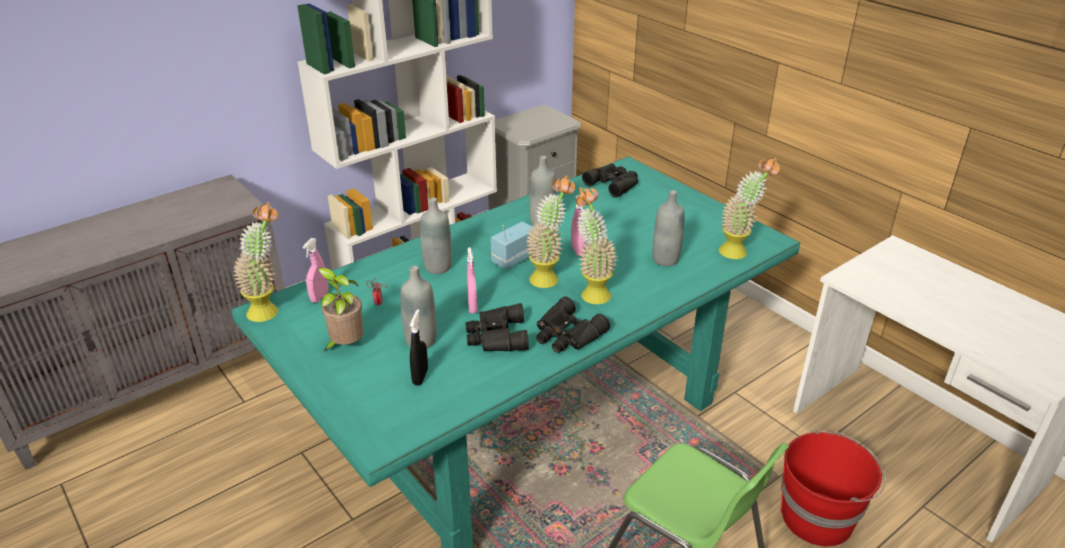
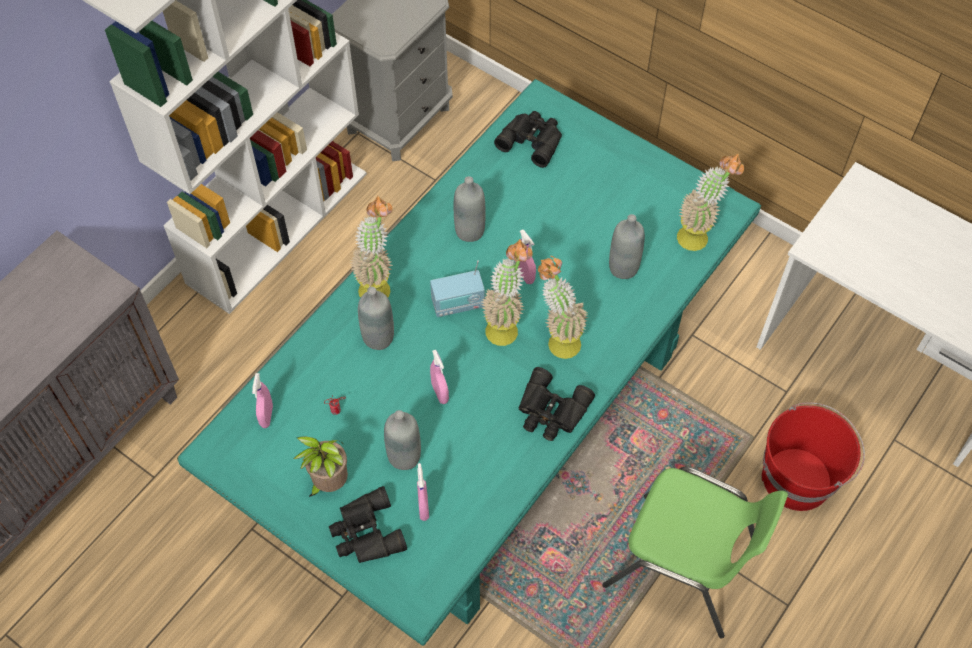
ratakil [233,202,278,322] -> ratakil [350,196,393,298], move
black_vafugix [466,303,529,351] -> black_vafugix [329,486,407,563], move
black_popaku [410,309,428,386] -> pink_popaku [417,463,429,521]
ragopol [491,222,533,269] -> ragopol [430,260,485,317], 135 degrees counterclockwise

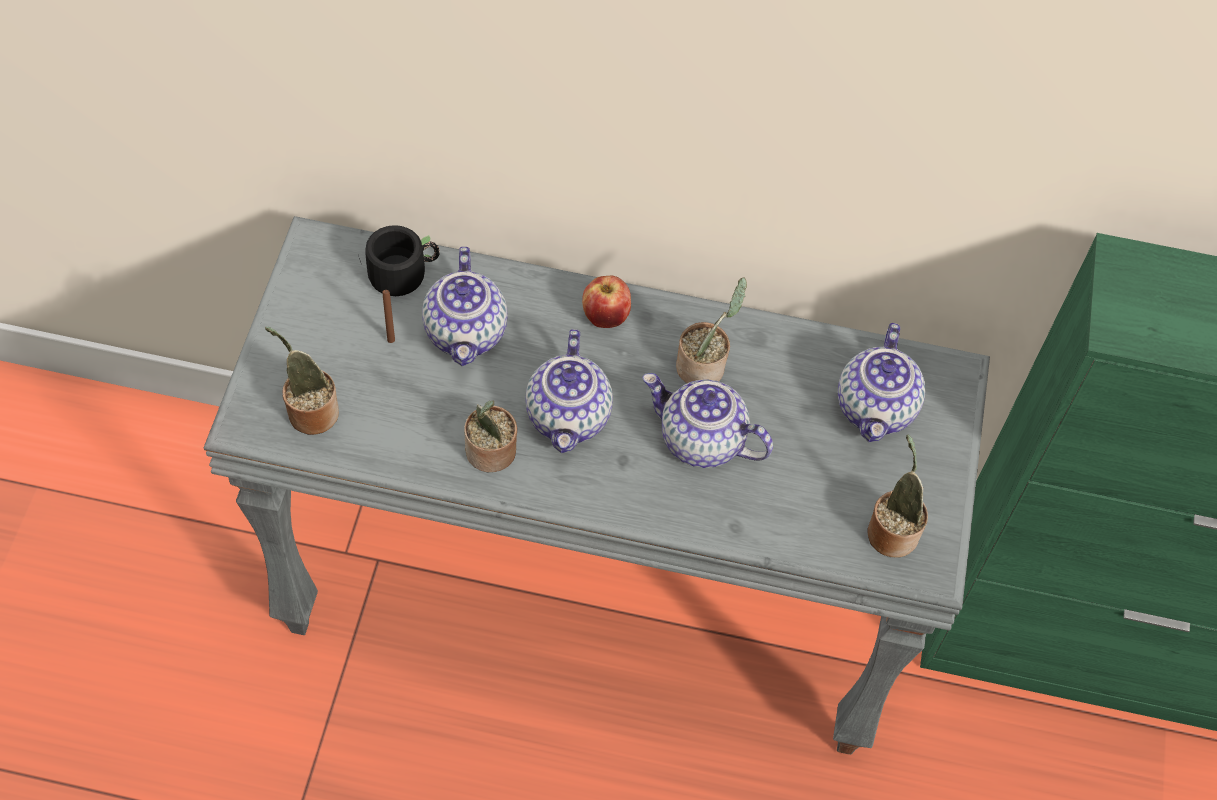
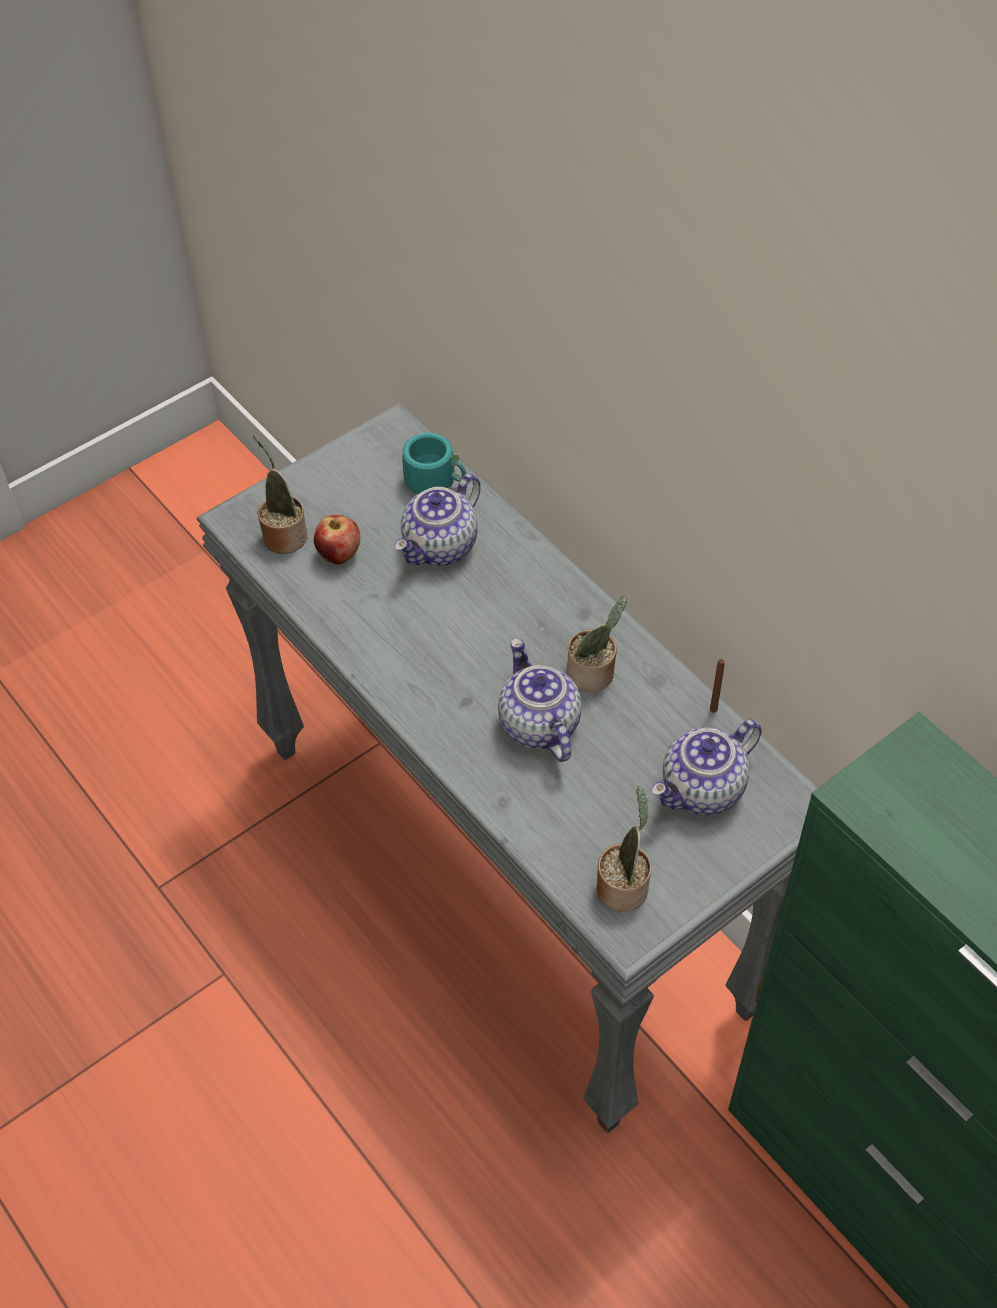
ratakil [464,401,517,472] -> none
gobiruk [525,329,613,453] -> none
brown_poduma [383,290,395,343] -> brown_poduma [710,659,725,713], move
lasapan [582,276,631,328] -> lasapan [314,515,360,564], move
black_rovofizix [358,225,440,296] -> turquoise_rovofizix [403,433,466,494]

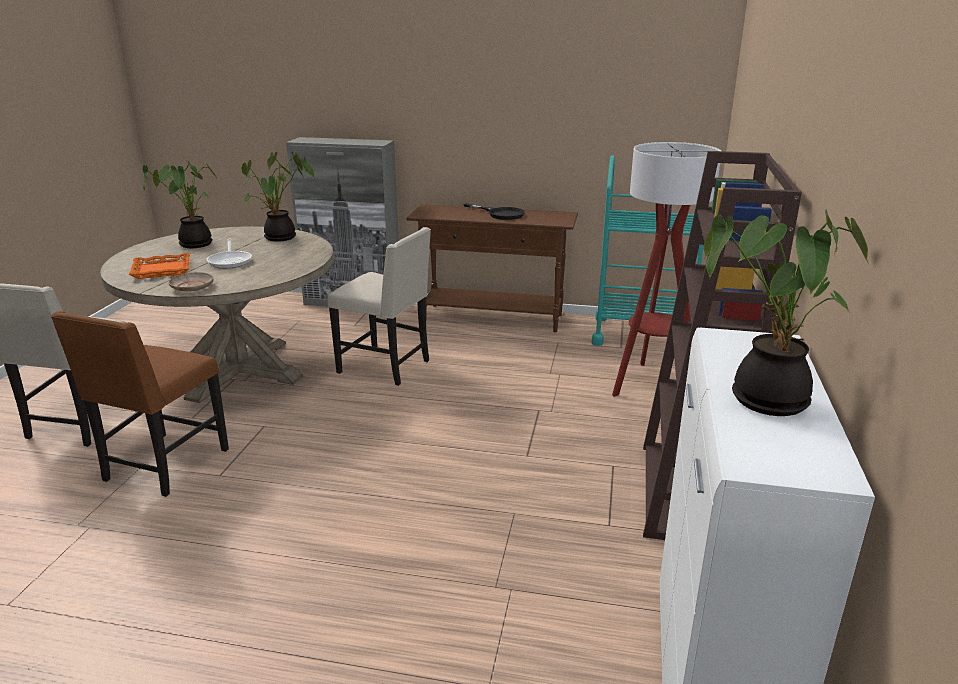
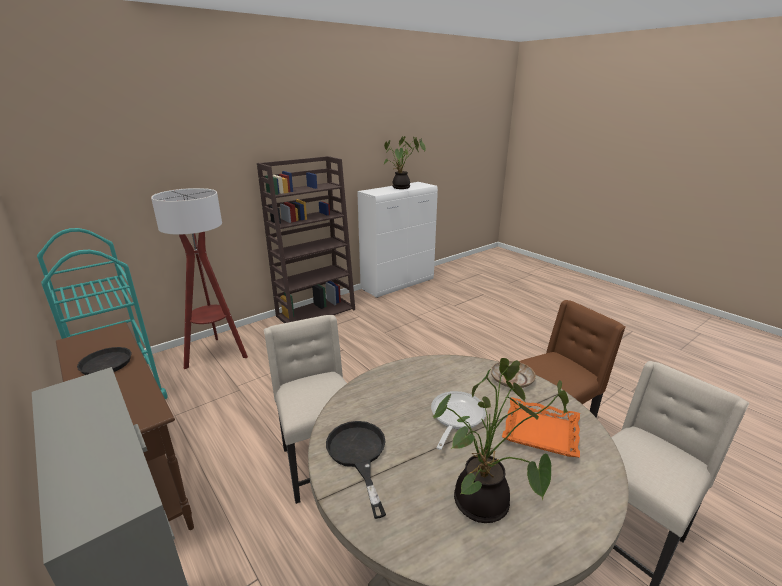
ratakil [241,152,315,242] -> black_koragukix [326,421,386,519]

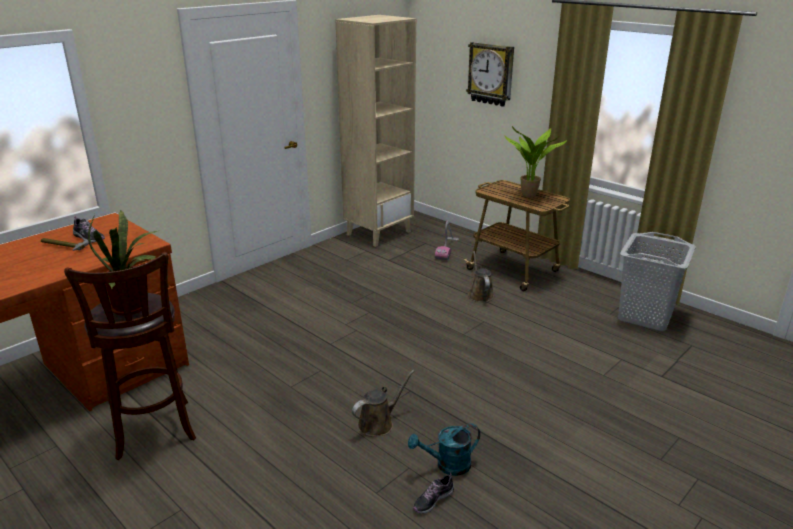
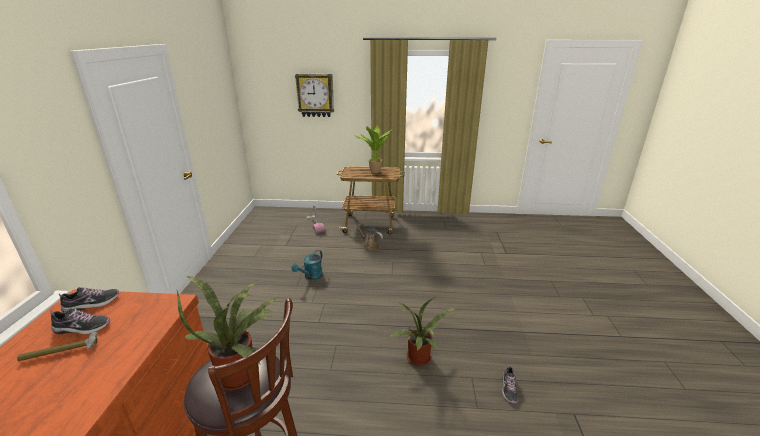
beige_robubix [335,15,416,247] -> none
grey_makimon [618,232,696,331] -> none
none -> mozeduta [59,287,119,313]
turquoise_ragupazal [408,423,480,476] -> turquoise_ragupazal [292,250,323,280], move
brown_ragupazal [352,370,415,437] -> ratakil [389,297,456,366]

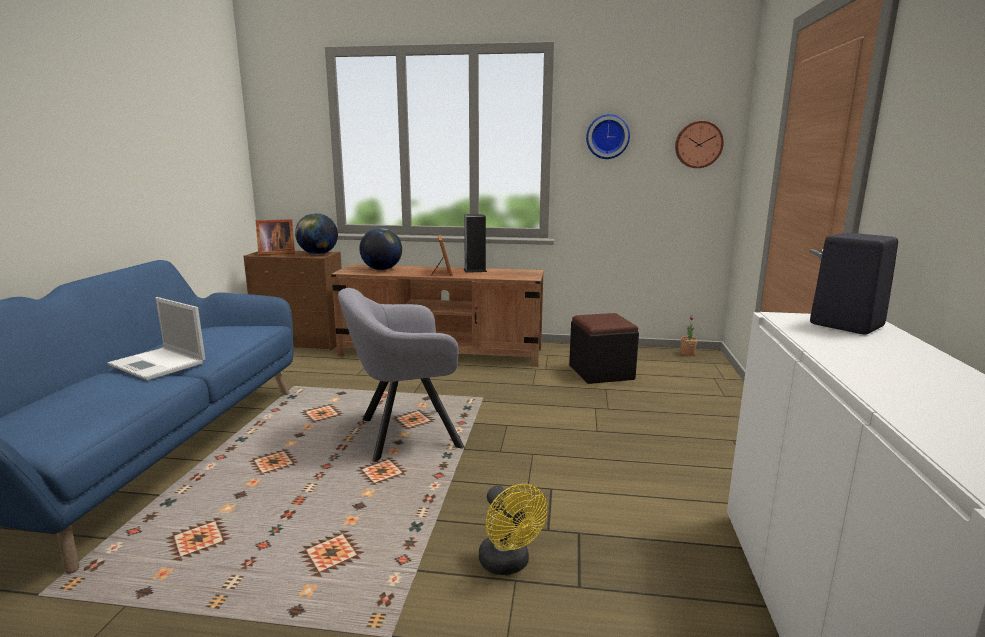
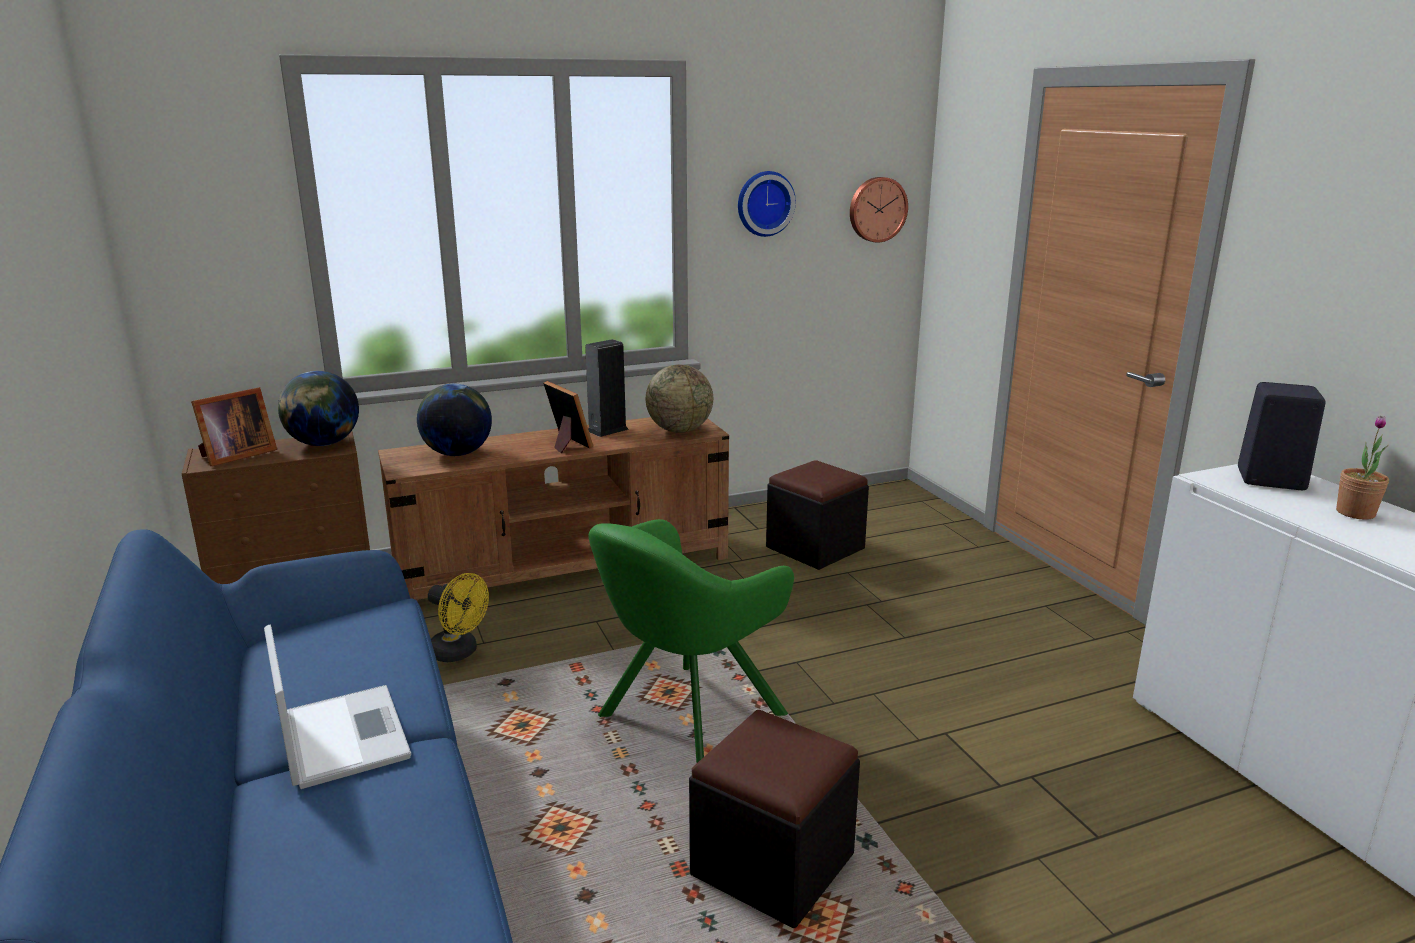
none -> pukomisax [646,364,713,433]
none -> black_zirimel [689,710,860,928]
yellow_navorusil [479,484,548,575] -> yellow_navorusil [428,573,489,662], move
ratakil [680,315,698,356] -> ratakil [1336,415,1389,520], move
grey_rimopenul [338,288,465,462] -> green_rimopenul [588,519,794,763]
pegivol [108,297,205,380] -> pegivol [264,625,411,789], 120 degrees counterclockwise

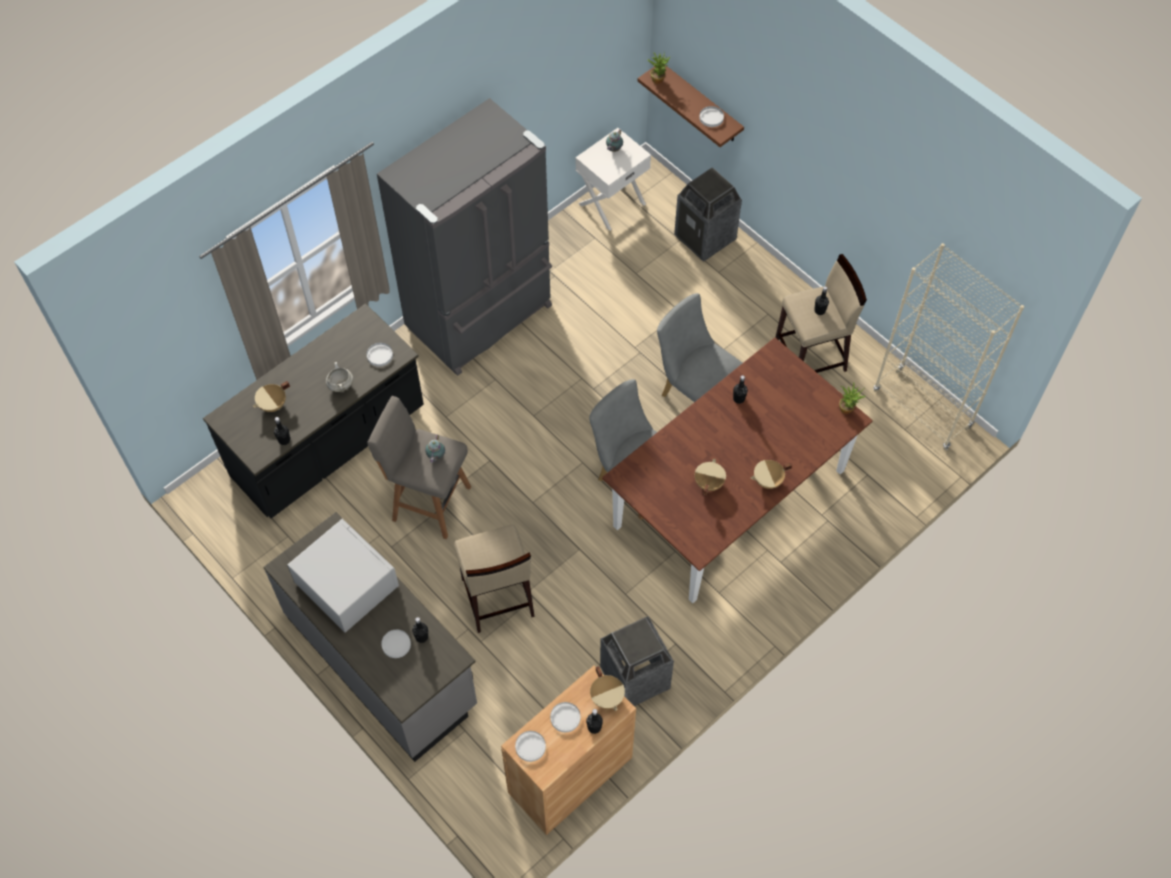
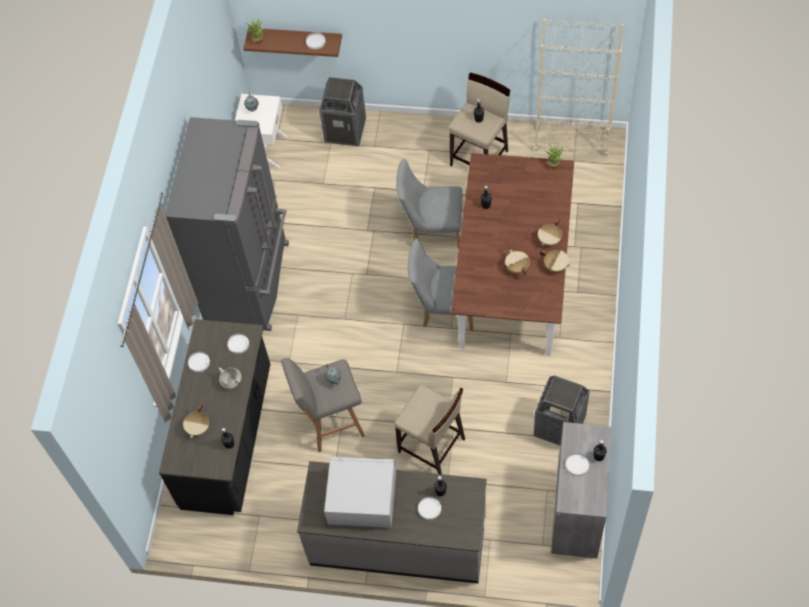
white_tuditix [515,731,546,762] -> white_tuditix [188,351,210,372], move
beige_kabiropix [590,666,625,711] -> beige_kabiropix [540,250,571,272], move
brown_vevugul [501,666,636,835] -> grey_vevugul [551,422,612,558]

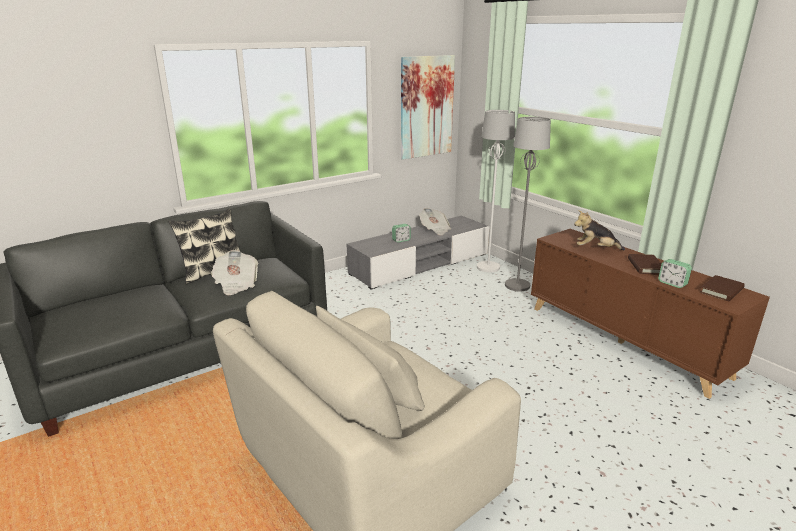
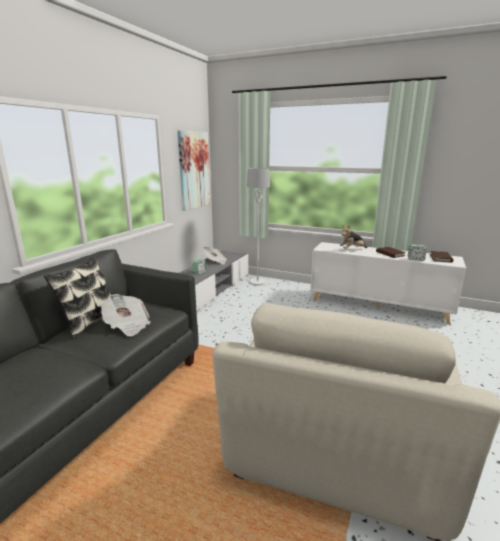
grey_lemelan [505,117,551,291] -> none
brown_vevugul [531,229,770,399] -> white_vevugul [310,242,466,325]

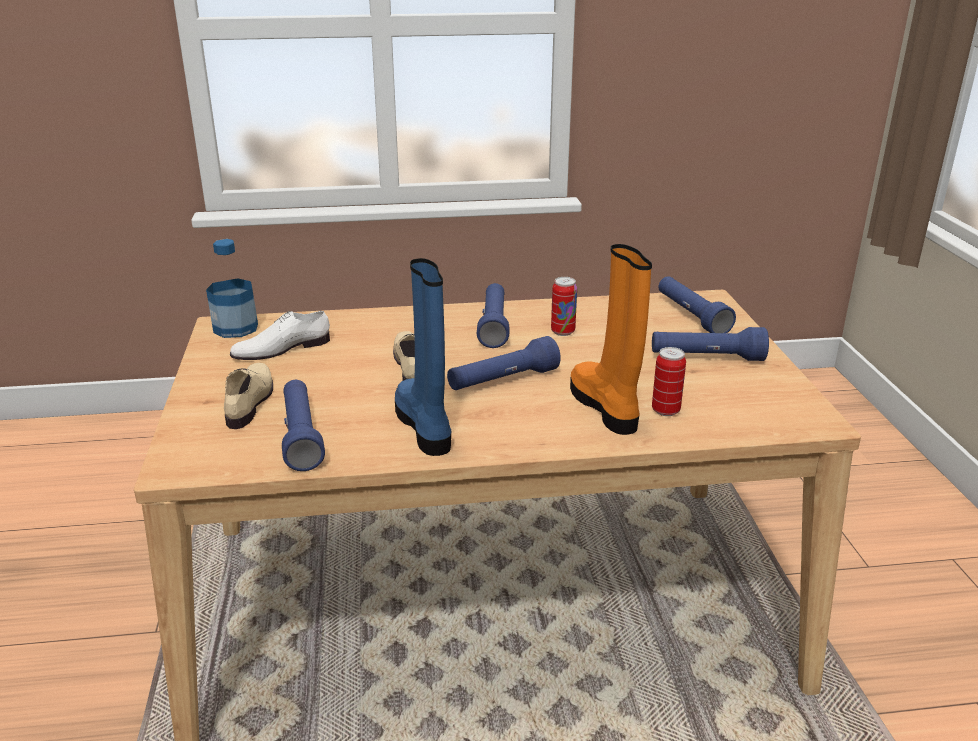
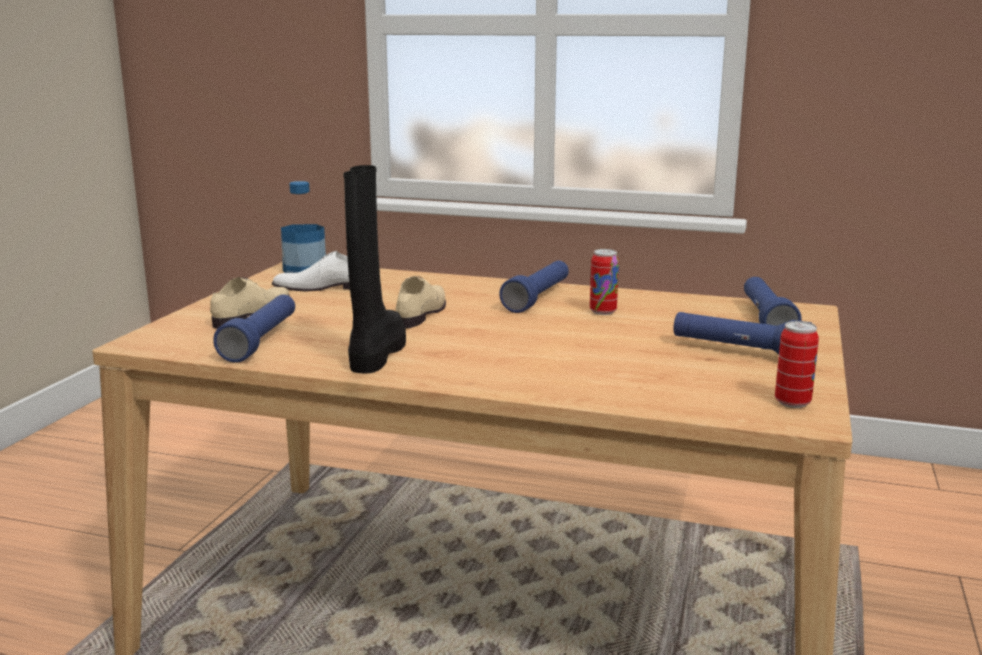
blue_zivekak [447,336,561,390] -> none
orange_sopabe [570,244,652,435] -> none
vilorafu [652,347,686,416] -> vilorafu [775,321,819,408], move
blue_sopabe [395,258,451,456] -> black_sopabe [343,165,406,373]

